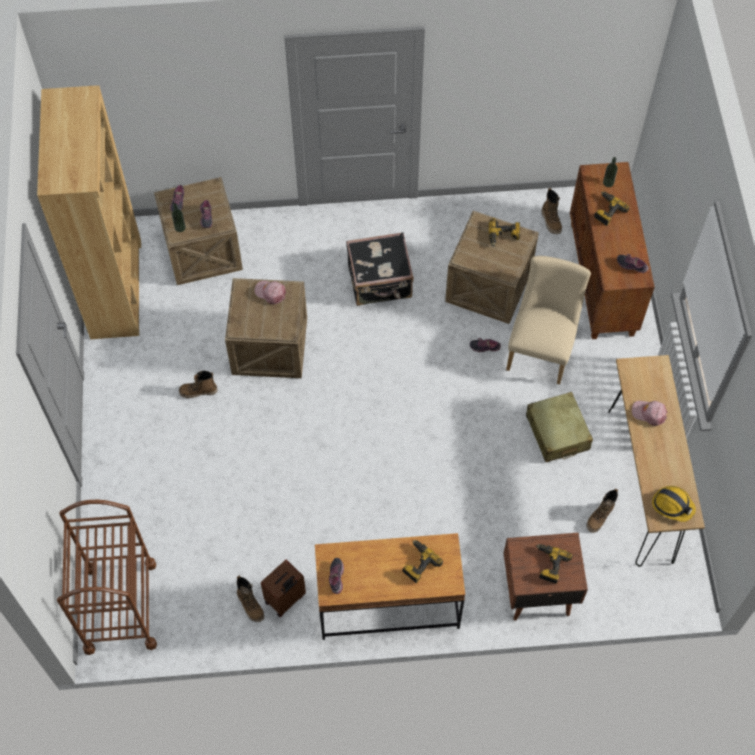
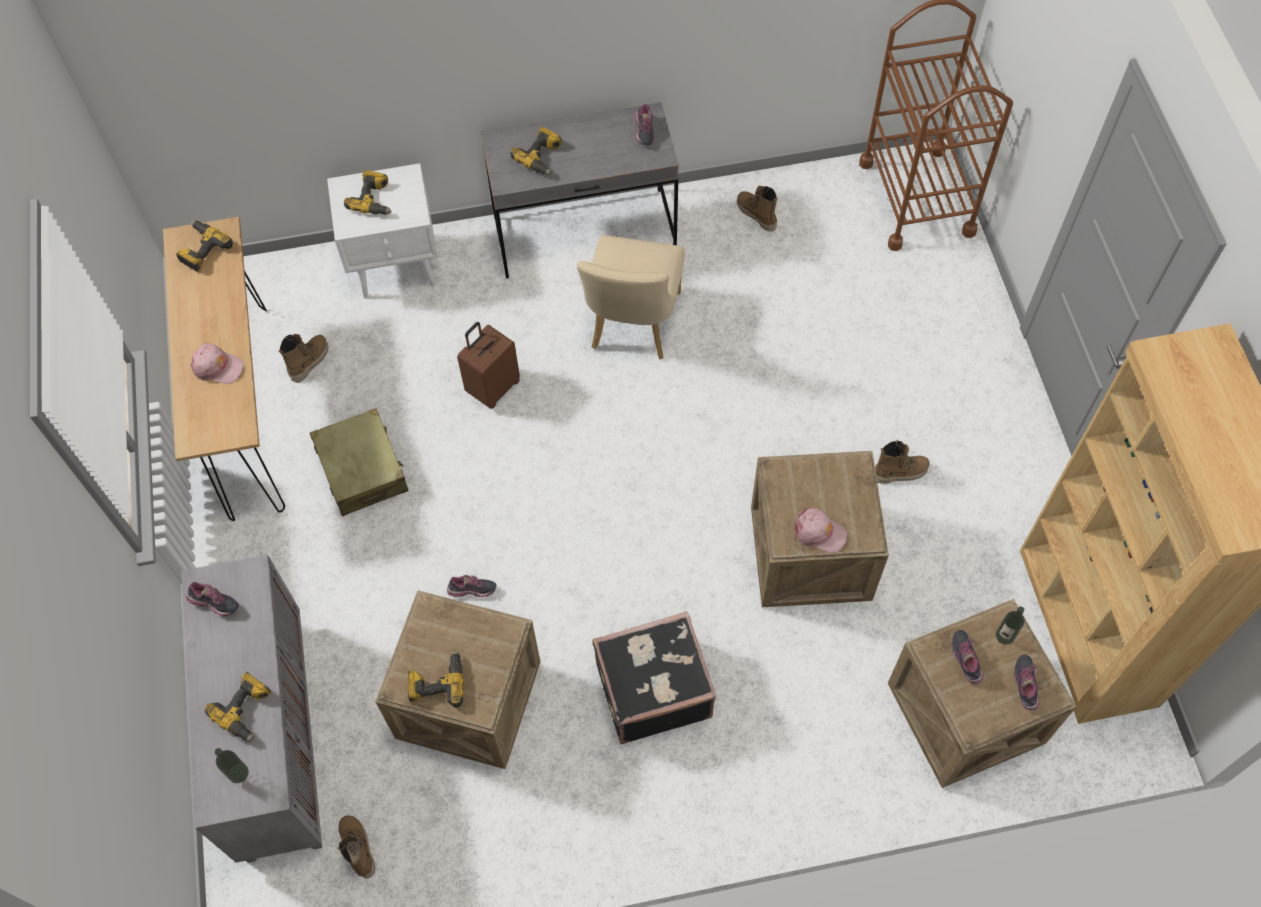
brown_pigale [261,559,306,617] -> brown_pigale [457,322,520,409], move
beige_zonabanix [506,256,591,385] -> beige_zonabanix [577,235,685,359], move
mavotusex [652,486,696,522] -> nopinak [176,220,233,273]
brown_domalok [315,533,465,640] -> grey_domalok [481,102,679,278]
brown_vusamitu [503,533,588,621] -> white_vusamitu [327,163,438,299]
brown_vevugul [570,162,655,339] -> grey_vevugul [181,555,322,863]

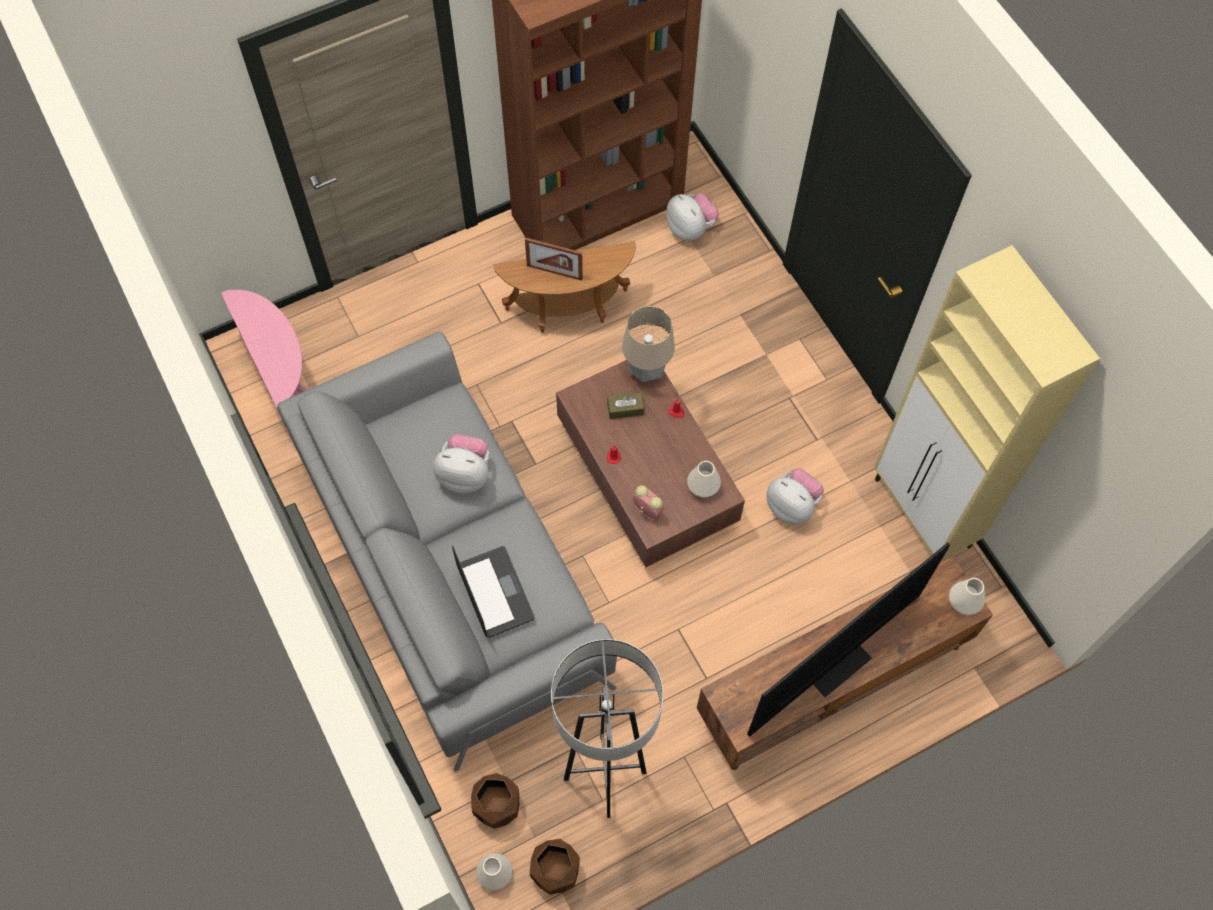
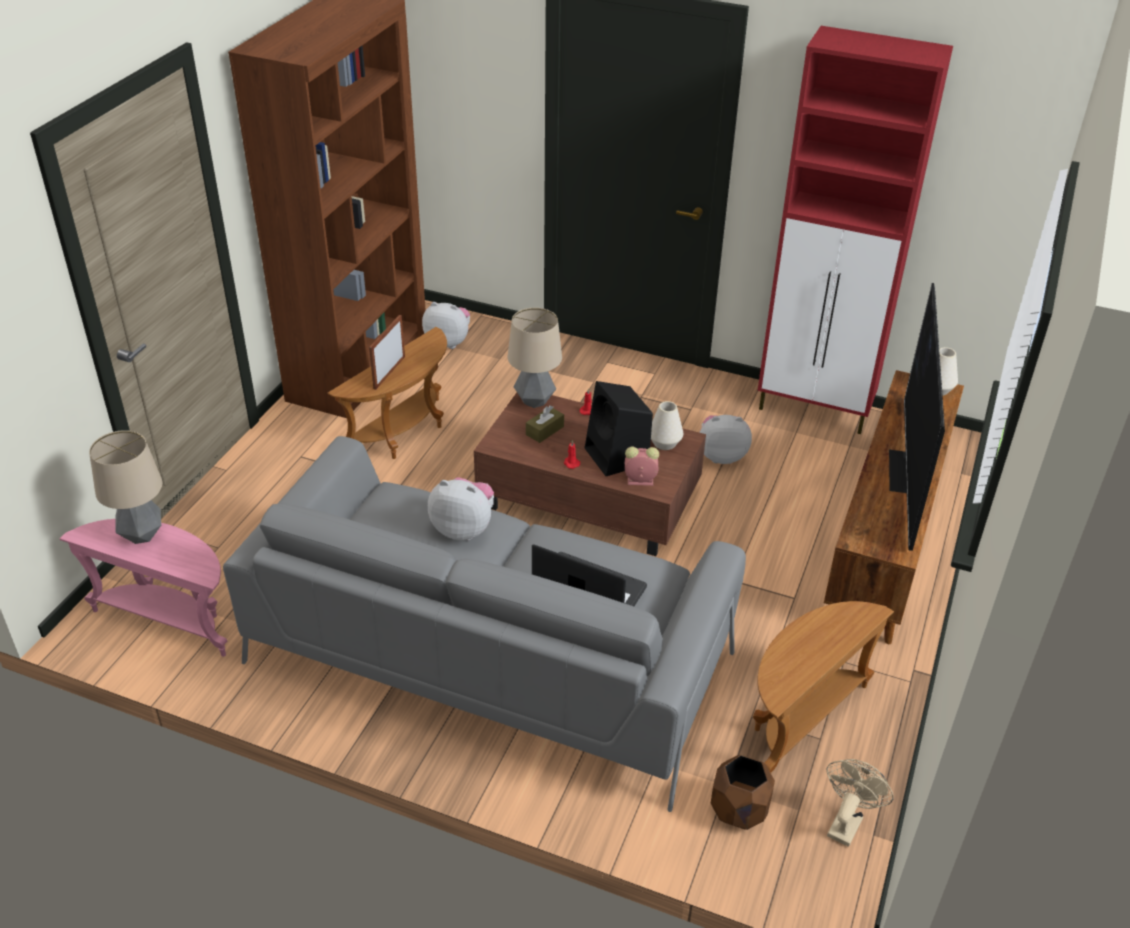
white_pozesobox [476,853,512,890] -> none
none -> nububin [89,430,162,544]
none -> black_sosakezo [585,381,653,476]
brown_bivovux [530,839,580,895] -> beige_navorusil [827,759,894,847]
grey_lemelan [551,639,663,818] -> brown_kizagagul [753,601,894,773]
beige_vevugul [874,245,1100,560] -> red_vevugul [758,26,953,434]
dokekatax [433,434,489,493] -> dokekatax [428,477,494,540], 45 degrees clockwise
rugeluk [525,238,583,281] -> rugeluk [369,315,405,390], 135 degrees clockwise

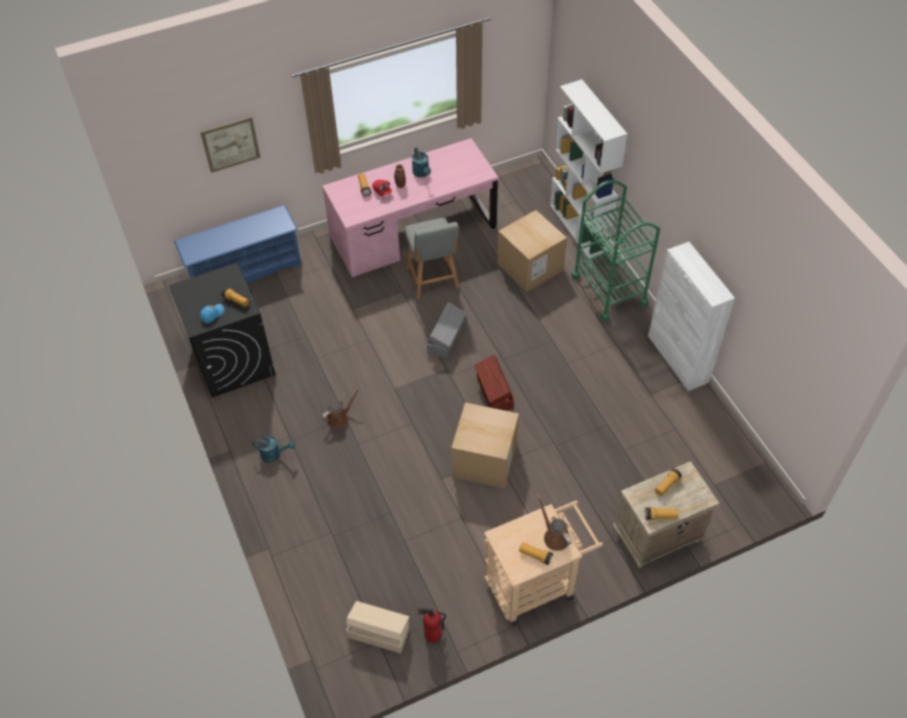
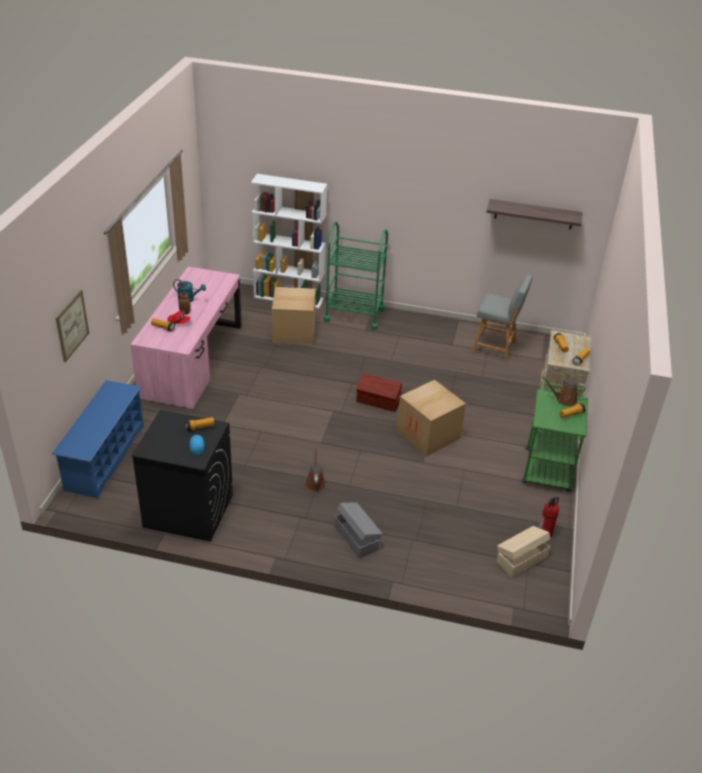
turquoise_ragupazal [252,436,295,462] -> none
white_vevugul [648,242,735,391] -> none
none -> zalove [486,199,583,230]
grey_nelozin [405,218,459,299] -> grey_nelozin [471,275,533,362], move
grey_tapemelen [427,302,466,359] -> grey_tapemelen [335,503,382,558], move
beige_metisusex [484,500,603,625] -> green_metisusex [521,380,588,492]

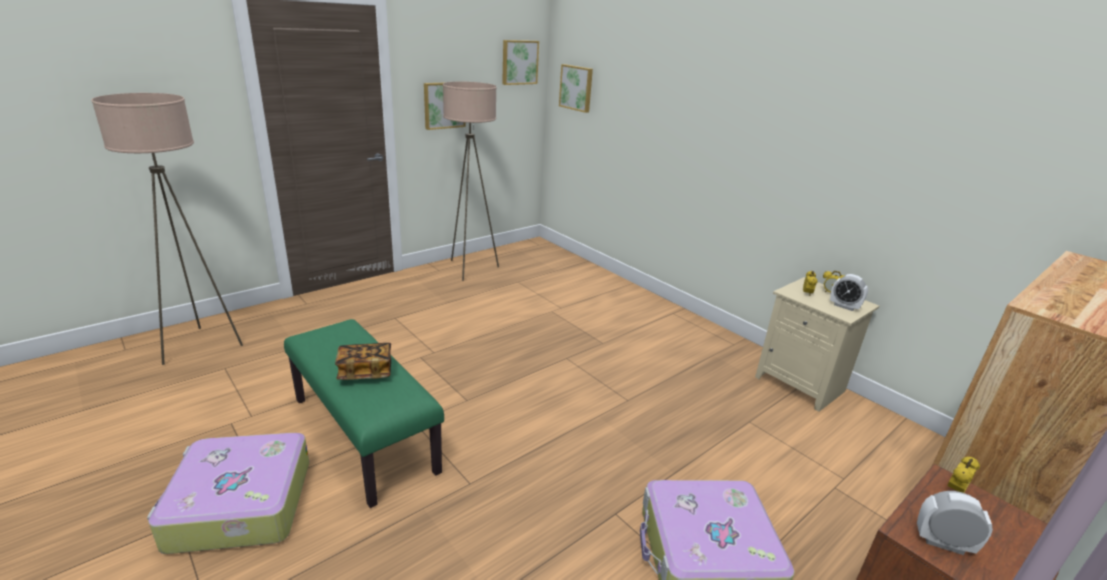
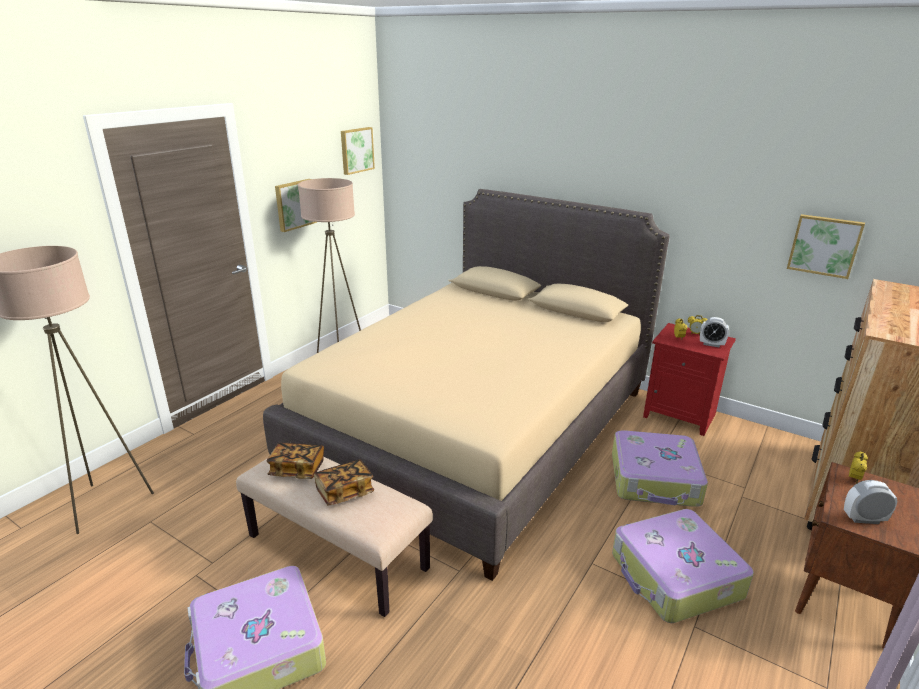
none -> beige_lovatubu [263,189,670,581]
none -> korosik [267,443,324,479]
none -> pigale [612,430,708,507]
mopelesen [559,64,593,113] -> mopelesen [787,214,865,279], move
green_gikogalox [284,319,444,508] -> beige_gikogalox [236,457,433,617]
beige_vusamitu [755,277,879,412] -> red_vusamitu [643,323,736,436]

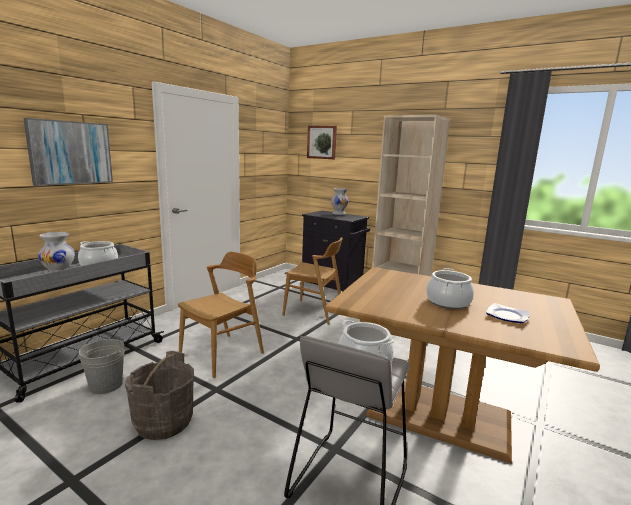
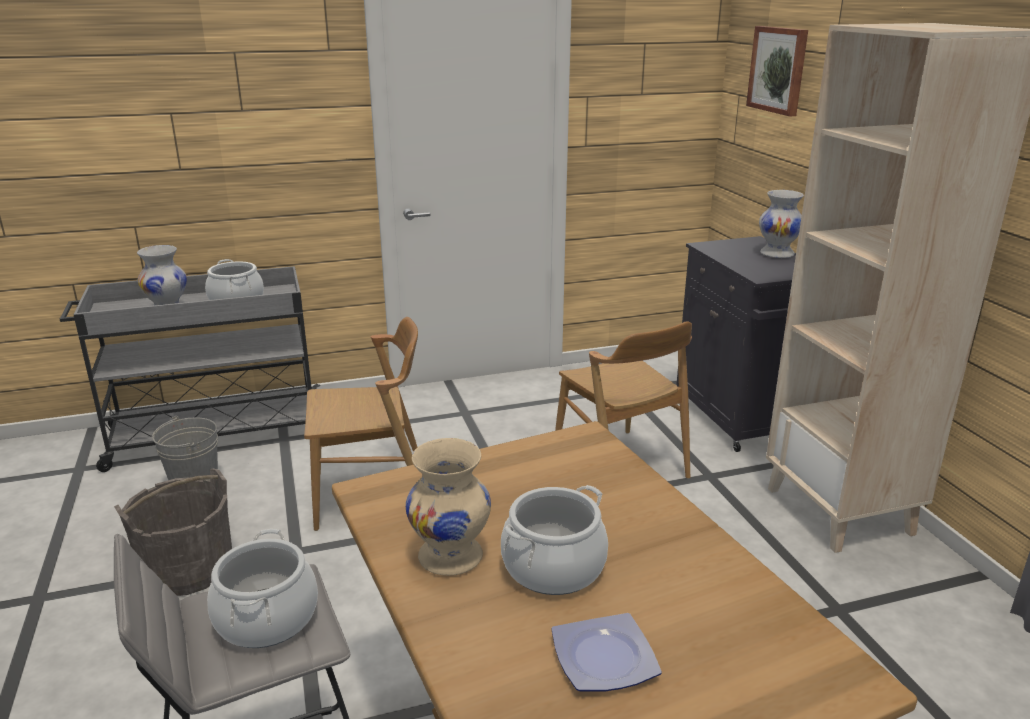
mopelesen [23,118,113,186] -> none
none -> beige_pozesobox [406,438,491,576]

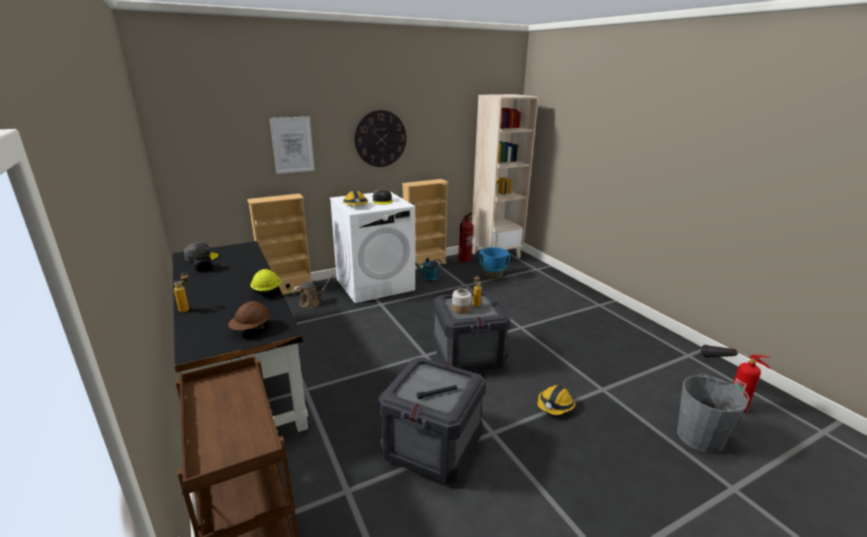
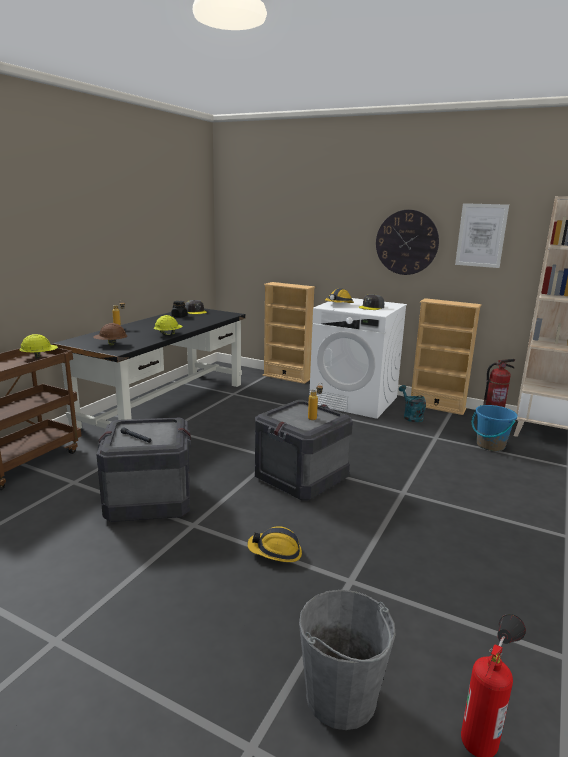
brown_ragupazal [293,274,335,308] -> none
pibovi [452,288,472,314] -> none
none -> yellow_mavotusex [19,334,58,359]
mopelesen [270,117,315,174] -> mopelesen [455,203,509,268], move

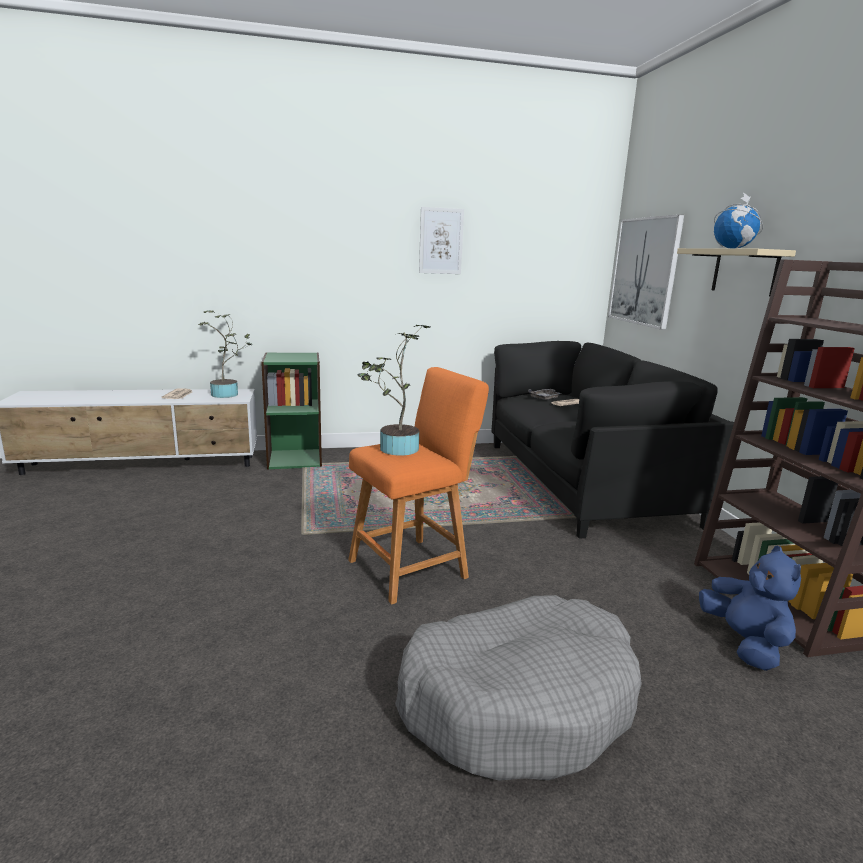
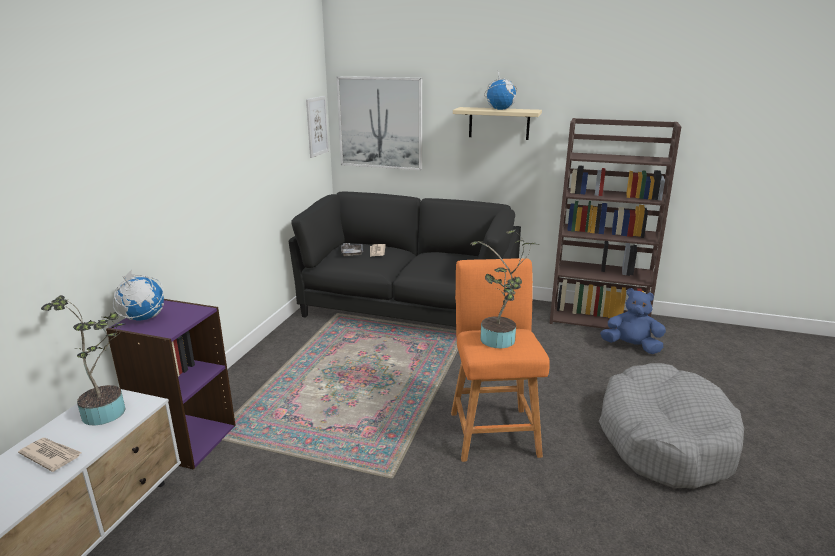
none -> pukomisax [113,270,164,321]
mopelesen [419,207,464,274] -> mopelesen [306,96,329,158], move
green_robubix [261,352,322,470] -> purple_robubix [106,299,236,470]

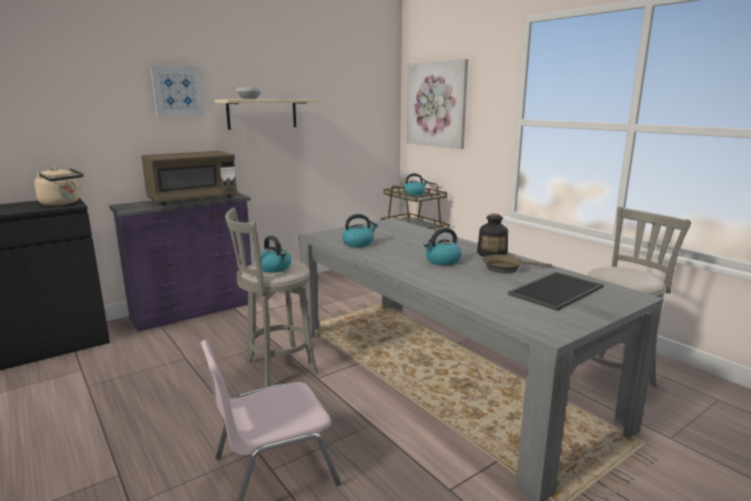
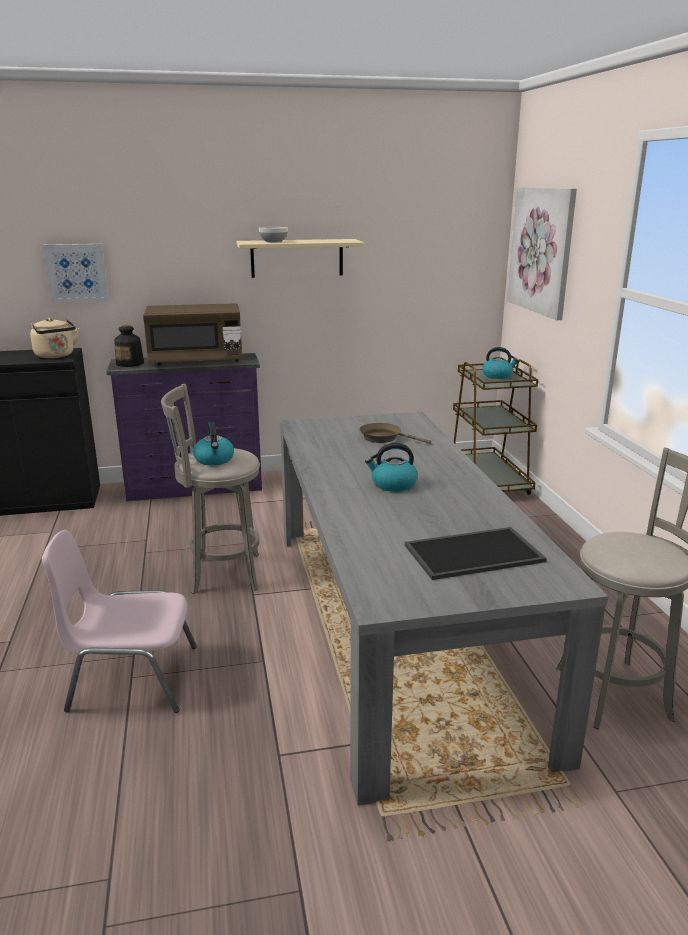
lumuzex [342,214,378,247] -> none
mopelesen [150,66,204,116] -> mopelesen [43,244,109,302], move
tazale [477,214,508,257] -> tazale [114,325,144,367], move
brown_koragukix [482,255,552,273] -> brown_koragukix [359,423,431,444], move

